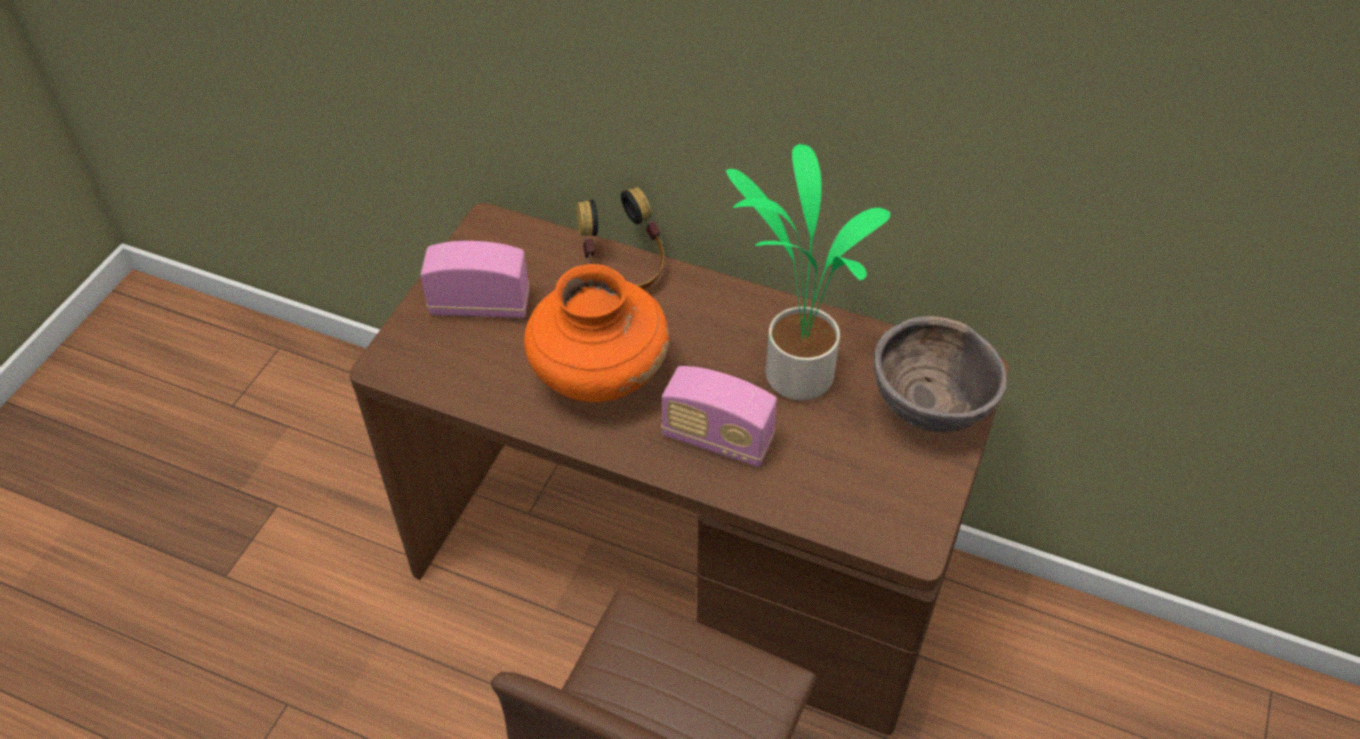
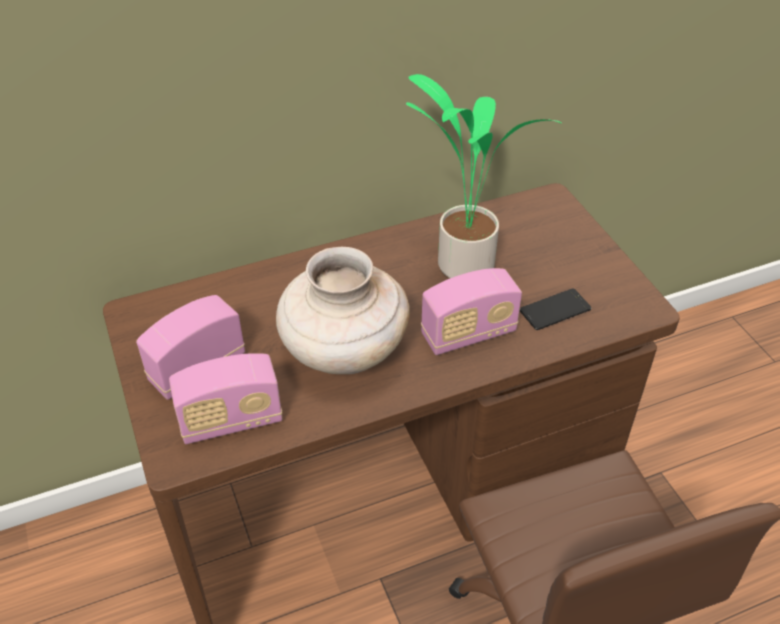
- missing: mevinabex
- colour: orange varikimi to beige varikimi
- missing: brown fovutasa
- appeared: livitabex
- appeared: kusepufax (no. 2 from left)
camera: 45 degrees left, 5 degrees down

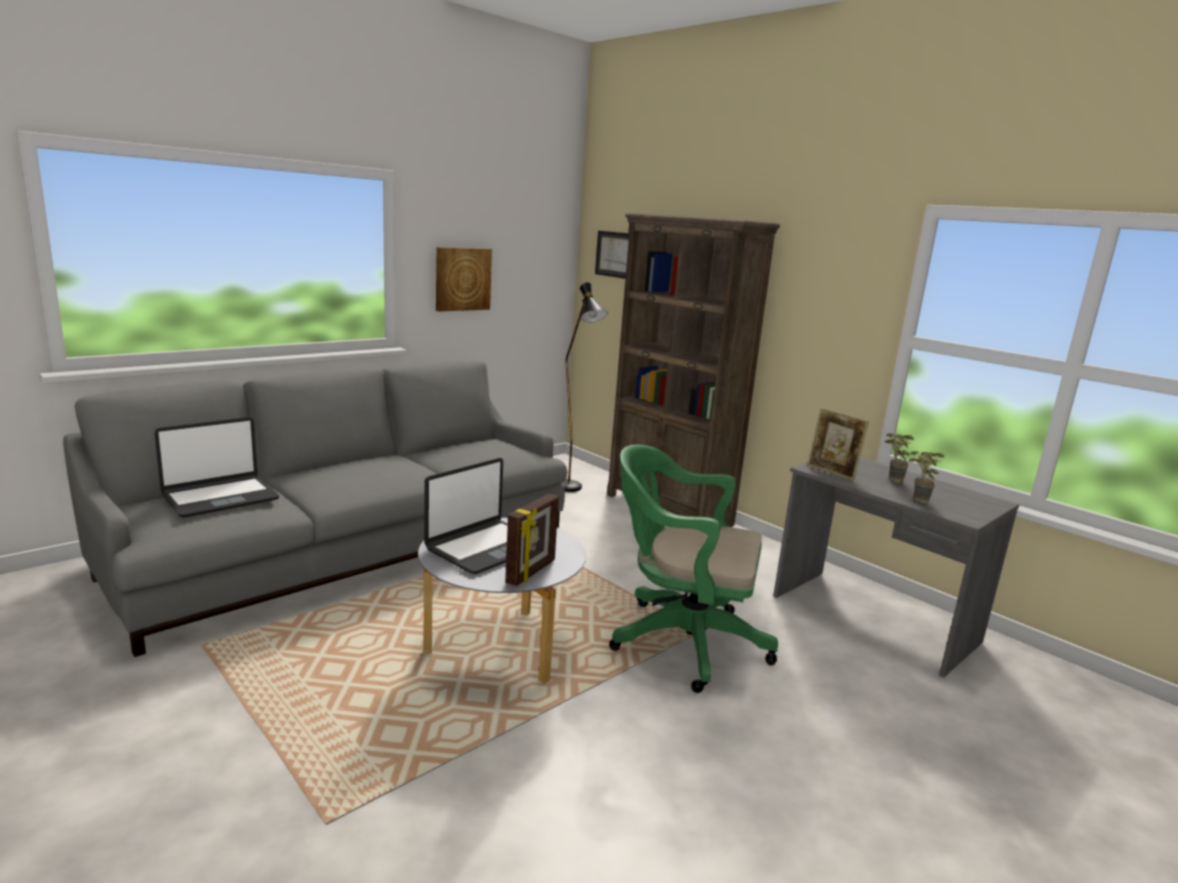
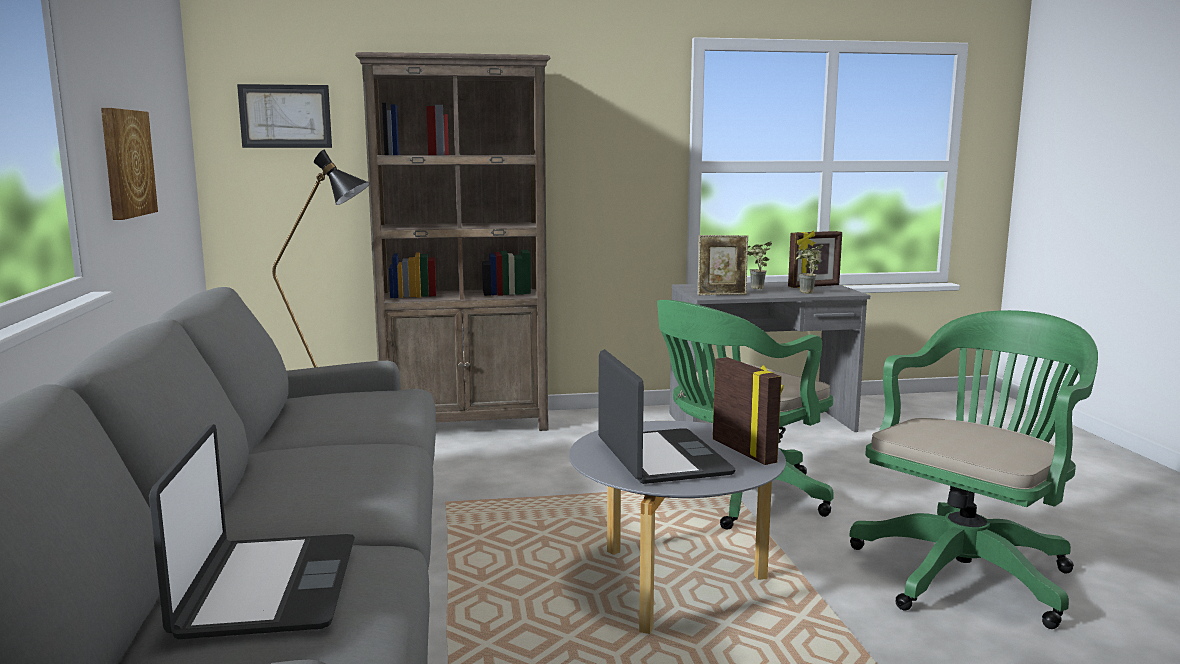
- appeared: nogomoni (no. 3 from left)
- appeared: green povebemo (no. 2 from left)
camera: 55 degrees left, 5 degrees down

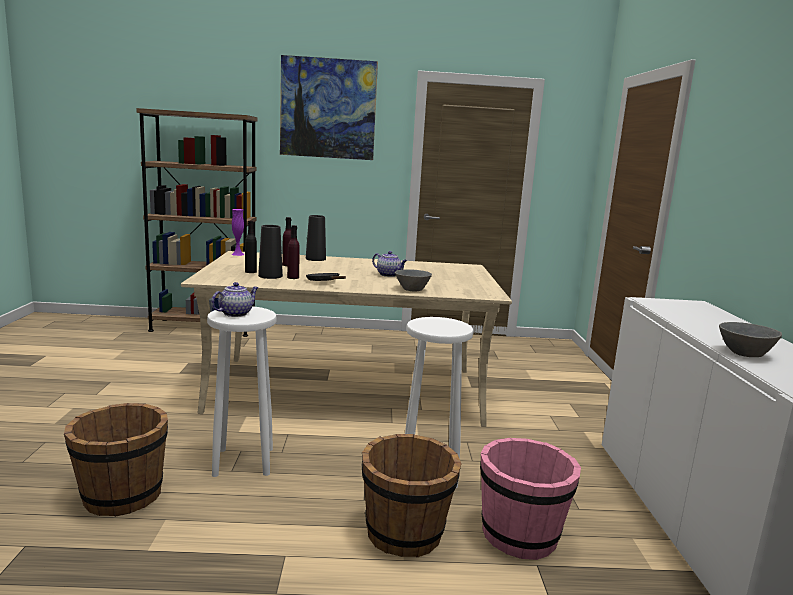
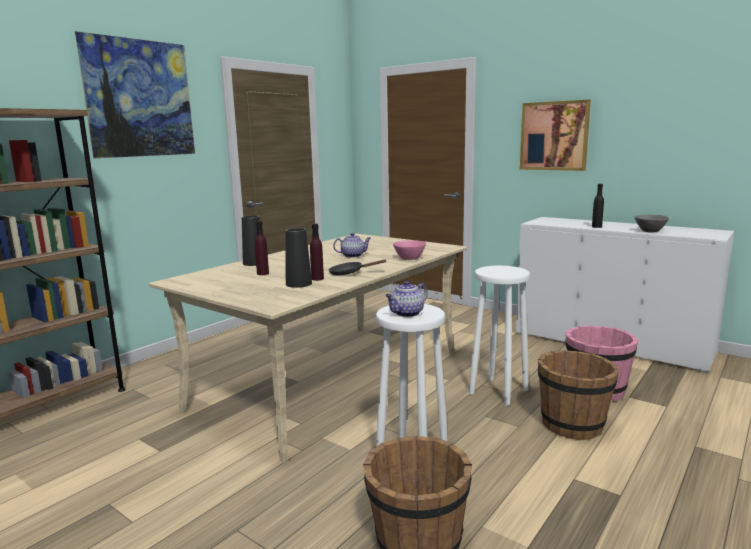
- missing: purple varikimi
- relocated: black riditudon
- colour: grey fovutasa (no. 1 from left) to pink fovutasa
- spun: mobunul (no. 1 from left in the first image) 120 degrees counterclockwise
- appeared: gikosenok (no. 2 from left)
camera: 50 degrees left, 0 degrees up

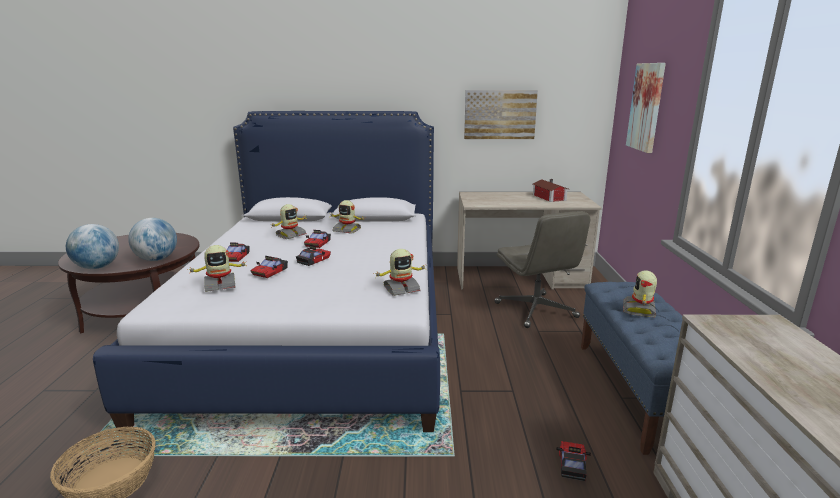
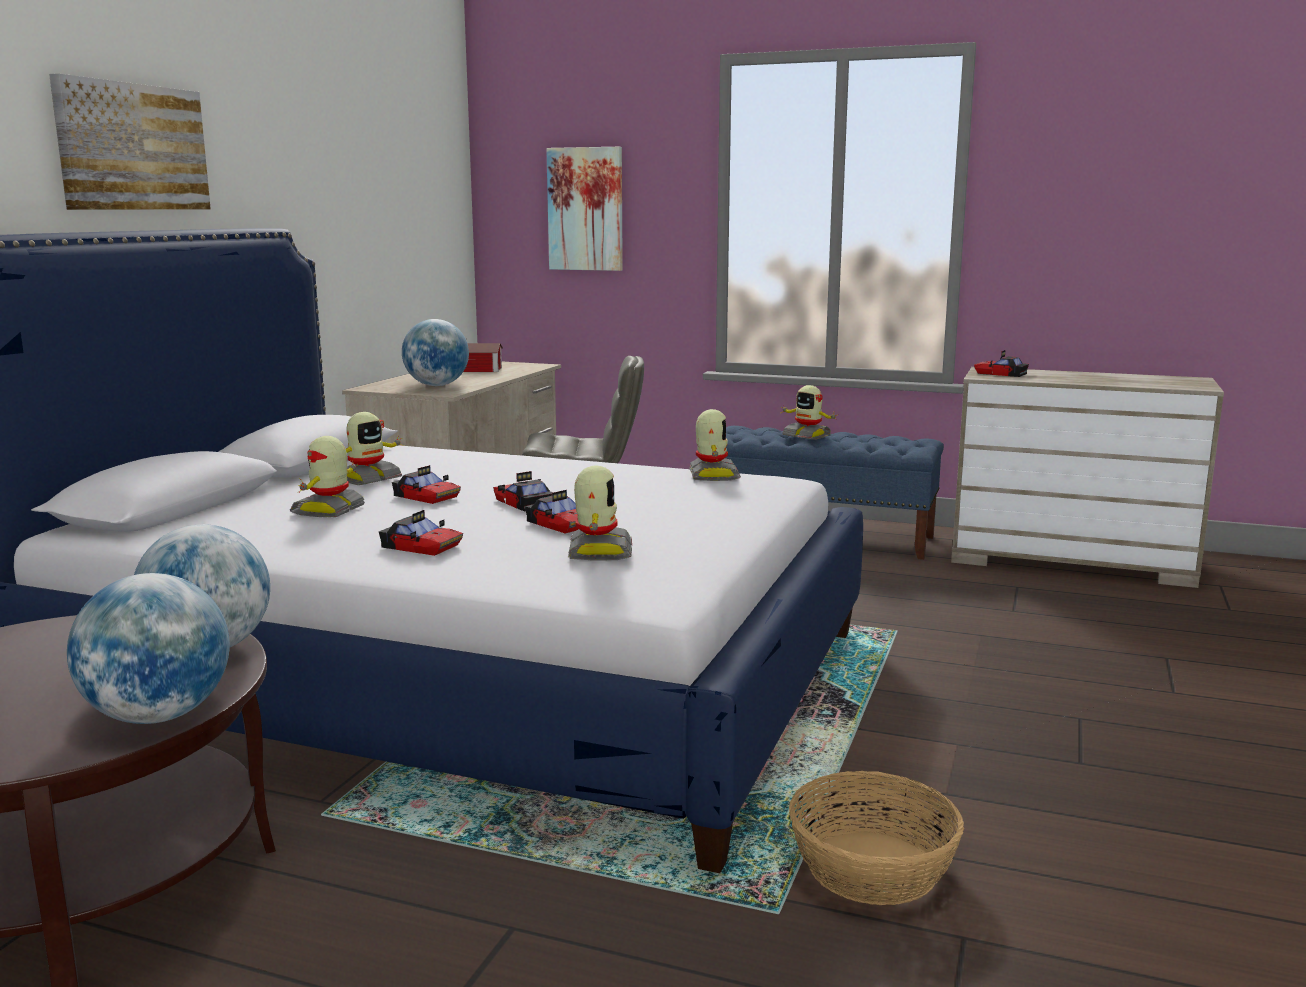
- relocated: gikosenok (no. 1 from left)
- spun: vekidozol (no. 2 from left in the first image) 135 degrees counterclockwise
- relocated: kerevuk (no. 5 from left)
- appeared: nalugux (no. 3 from left)
camera: 70 degrees left, 5 degrees down

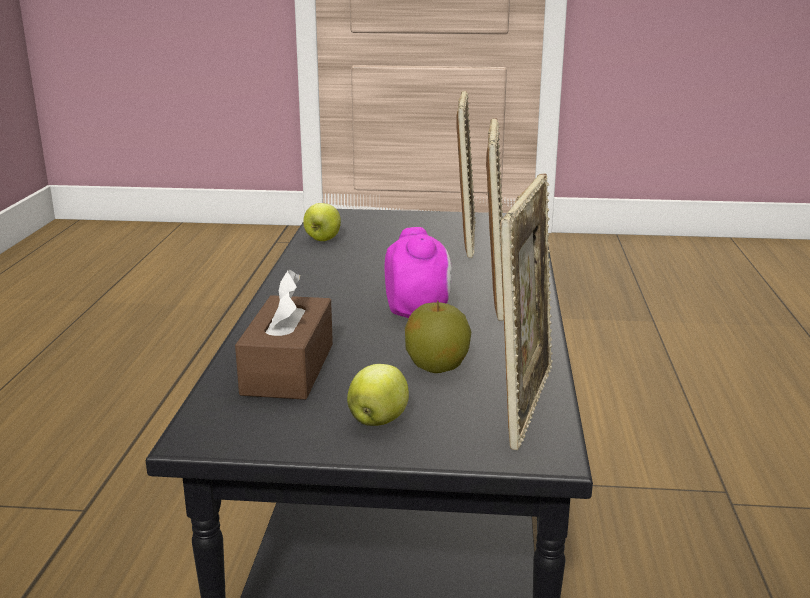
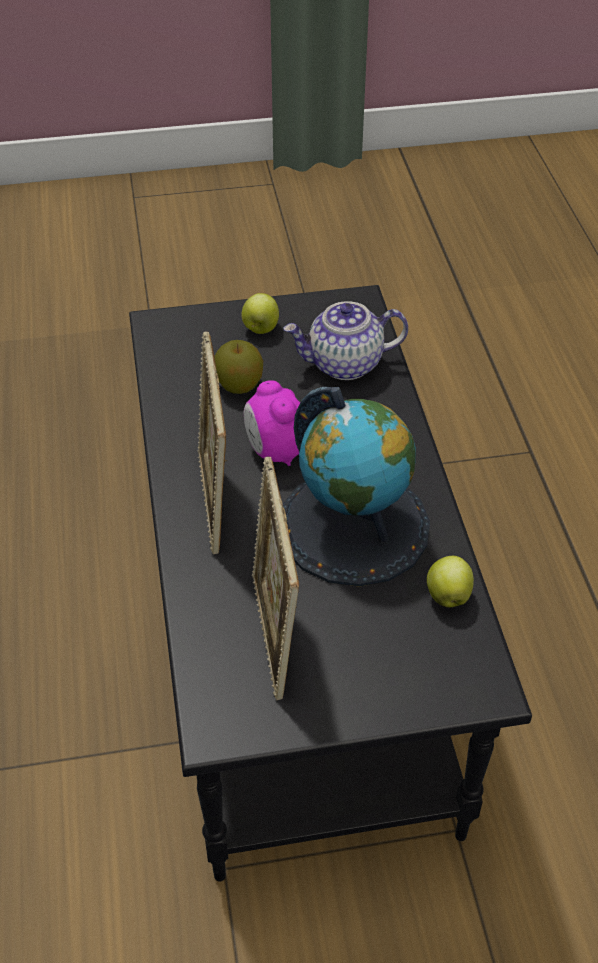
- missing: nogomoni (no. 3 from left)
- exchanged: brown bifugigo to mobunul
- appeared: nalugux
camera: 165 degrees right, 25 degrees up

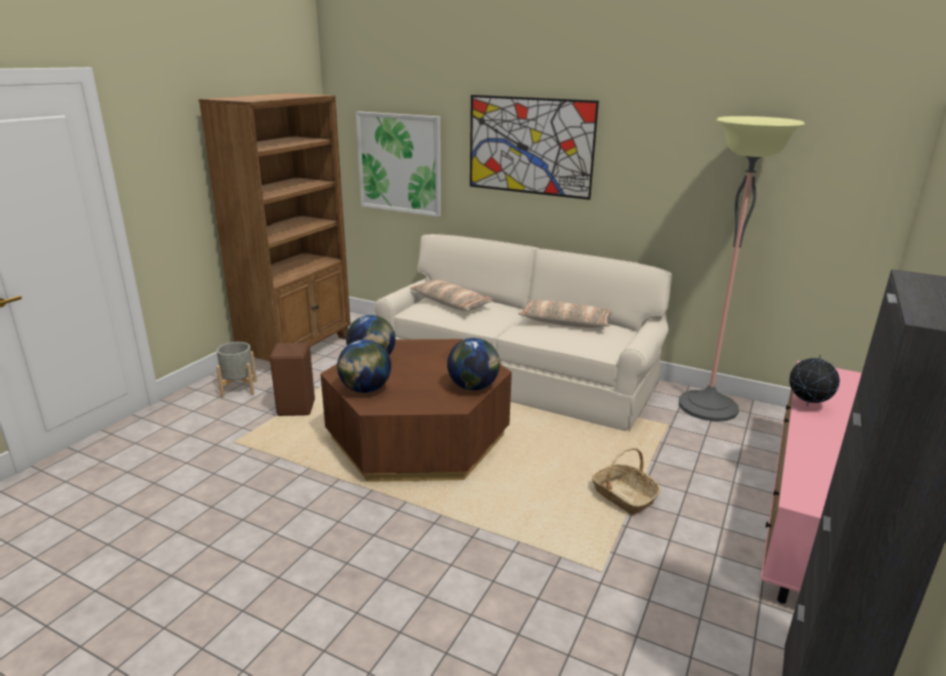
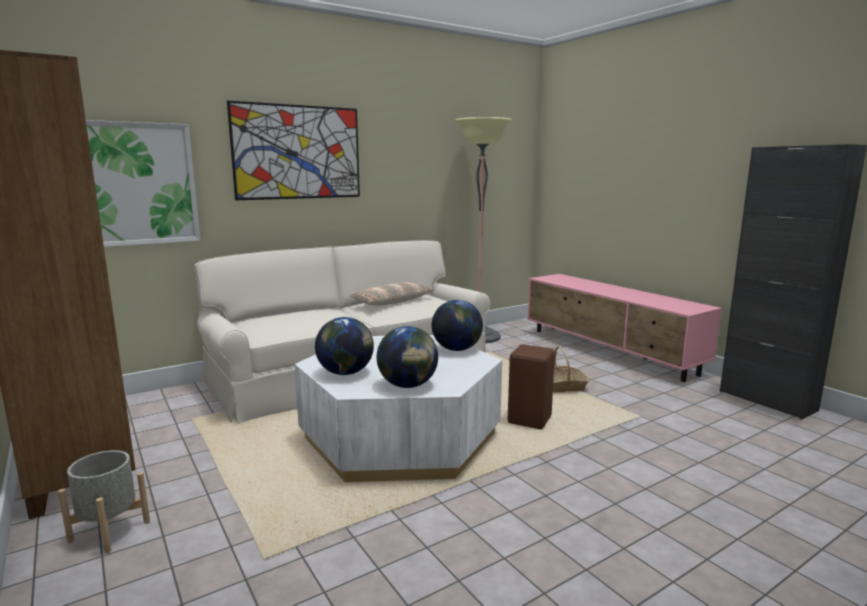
- missing: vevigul (no. 1 from left)
- colour: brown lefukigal to white lefukigal
- relocated: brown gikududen
- missing: nalugux (no. 4 from left)
camera: 60 degrees left, 10 degrees down

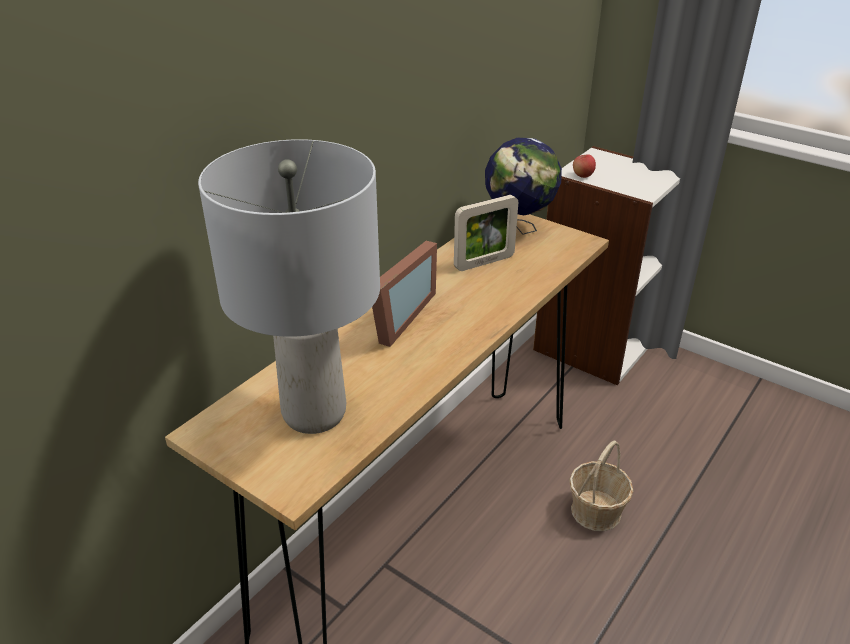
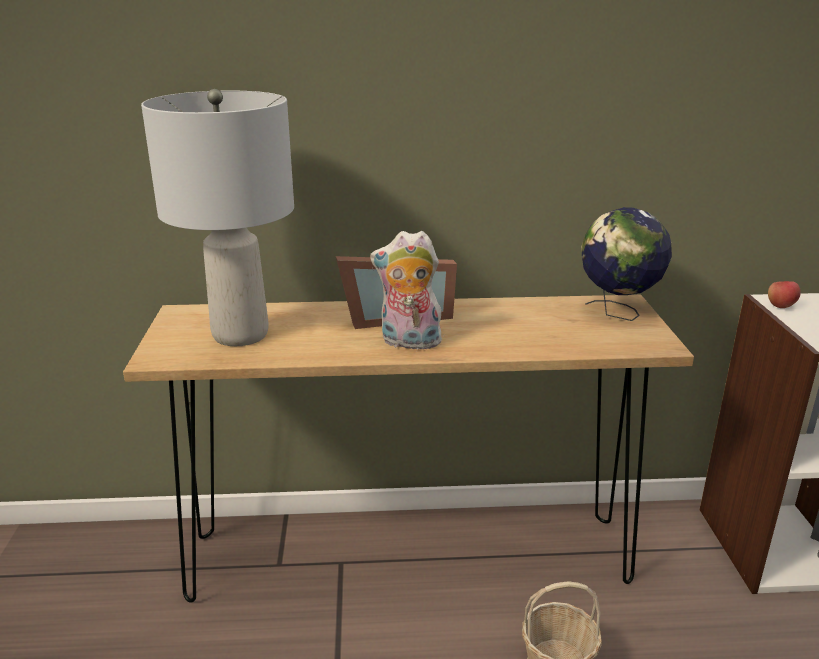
- missing: nogomoni (no. 2 from left)
- appeared: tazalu
camera: 50 degrees right, 10 degrees down

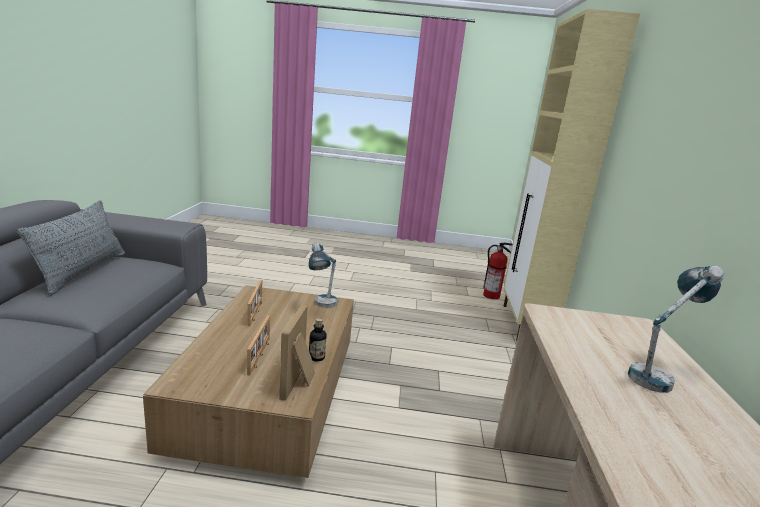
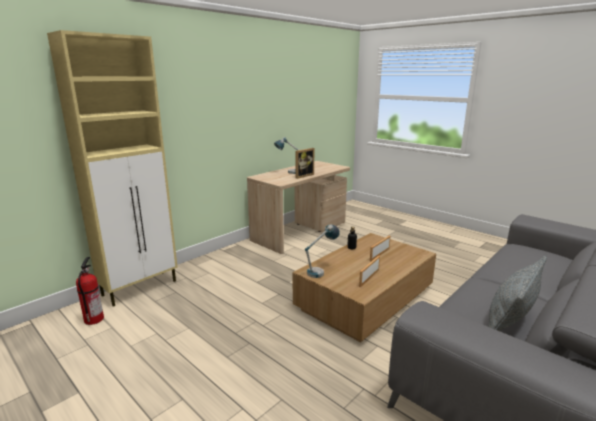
- relocated: nogomoni (no. 3 from left in the first image) to nogomoni (no. 1 from left)
camera: 140 degrees left, 0 degrees up

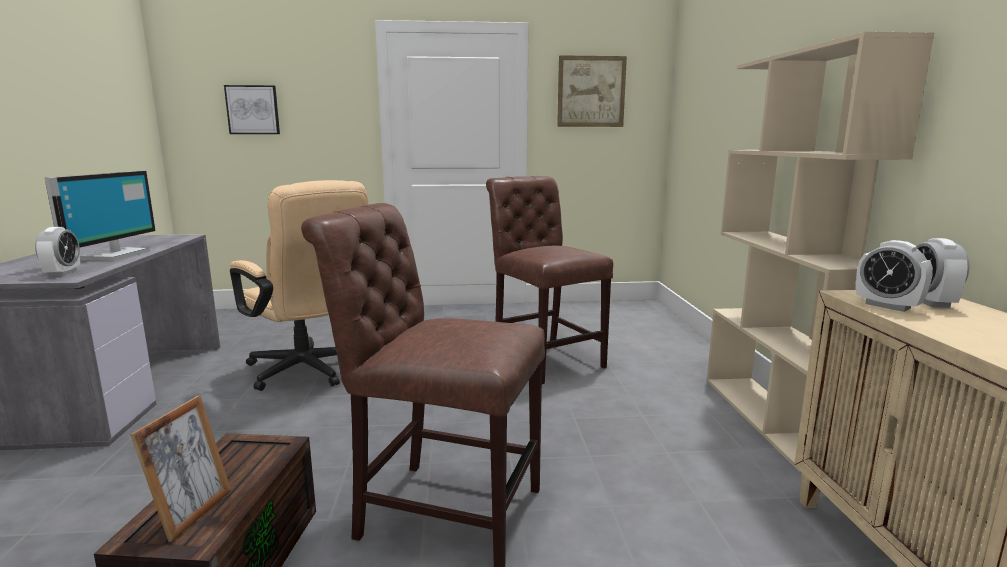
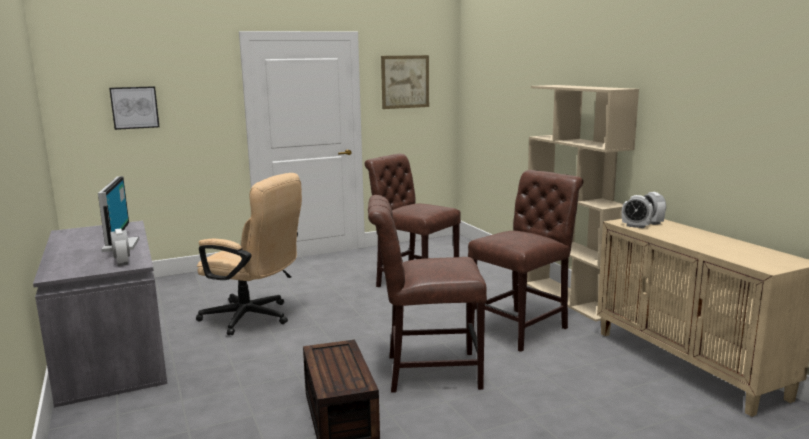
- missing: nogomoni
- appeared: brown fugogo (no. 3 from left)
camera: 20 degrees left, 0 degrees up

